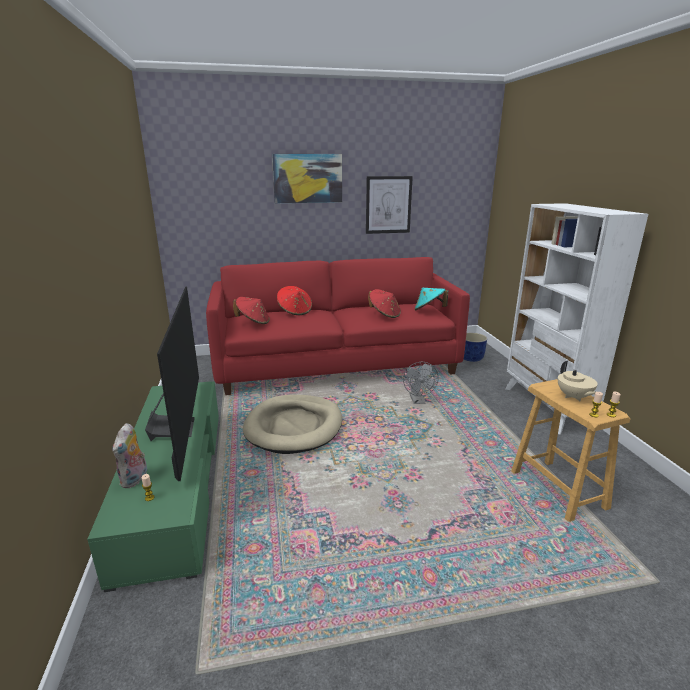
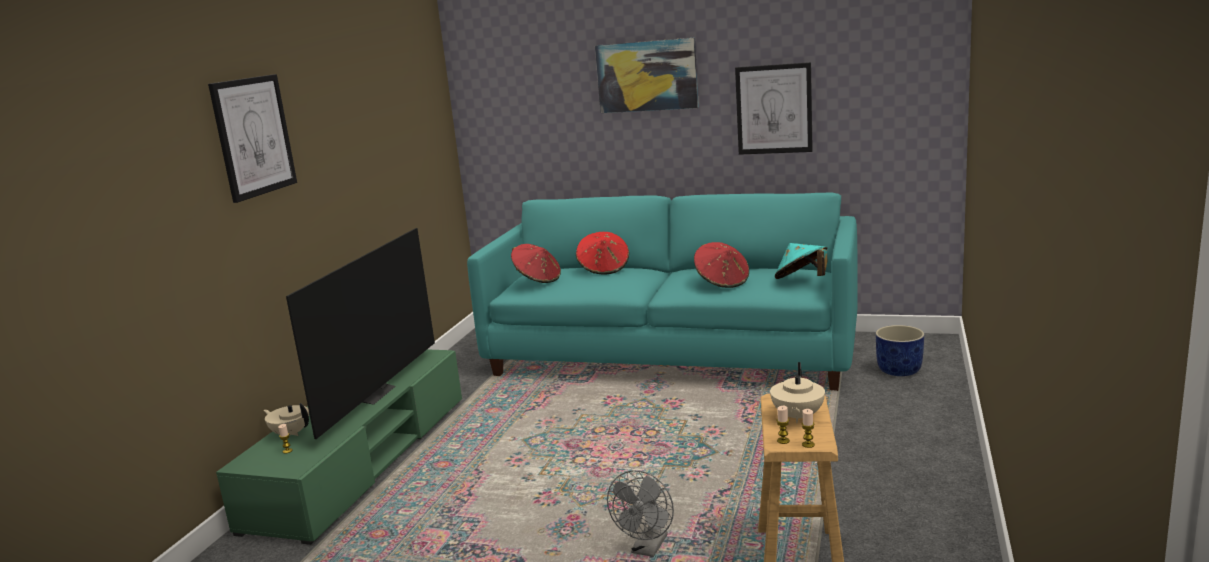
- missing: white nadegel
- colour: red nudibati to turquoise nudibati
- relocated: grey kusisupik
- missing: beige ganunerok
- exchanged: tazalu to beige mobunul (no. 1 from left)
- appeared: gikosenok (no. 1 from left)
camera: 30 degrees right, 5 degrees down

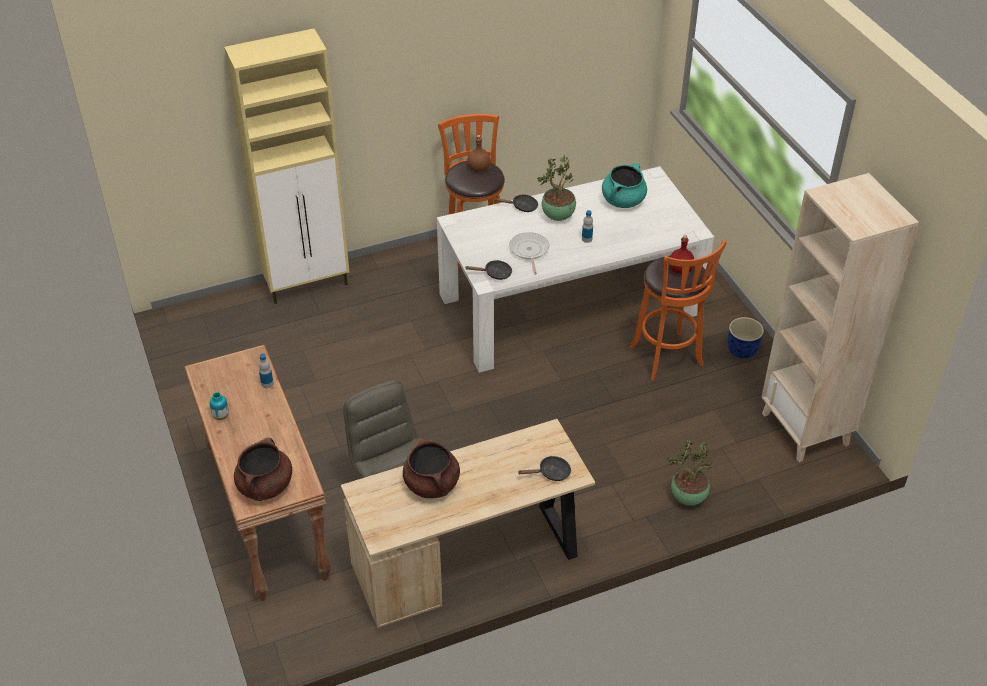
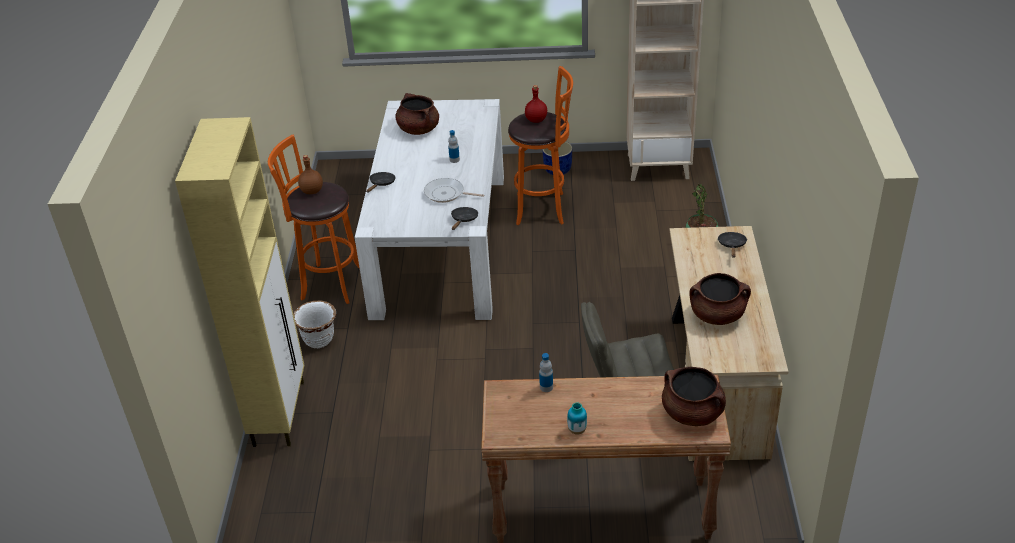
- missing: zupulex (no. 1 from left)
- colour: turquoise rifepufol to brown rifepufol (no. 1 from left)
- appeared: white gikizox
camera: 65 degrees left, 5 degrees down

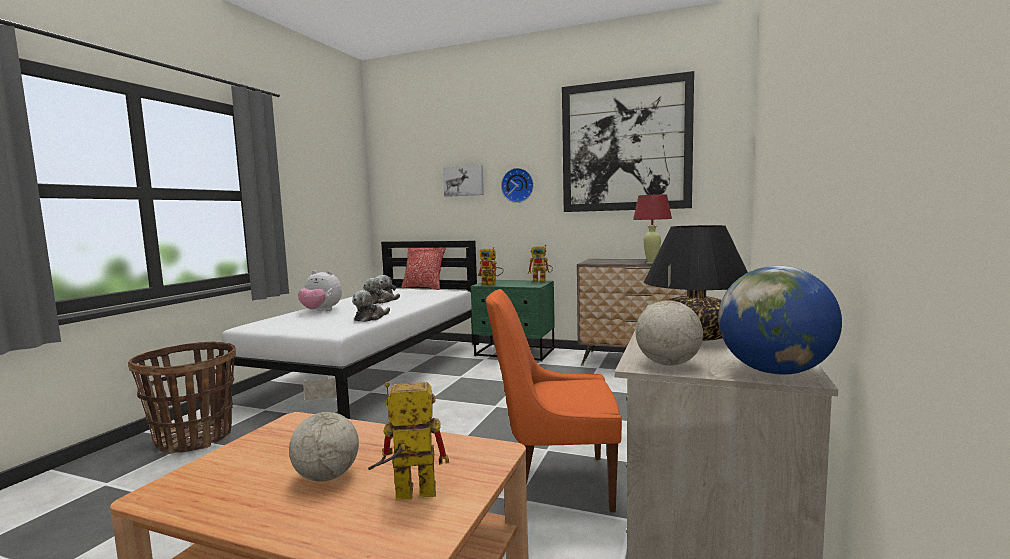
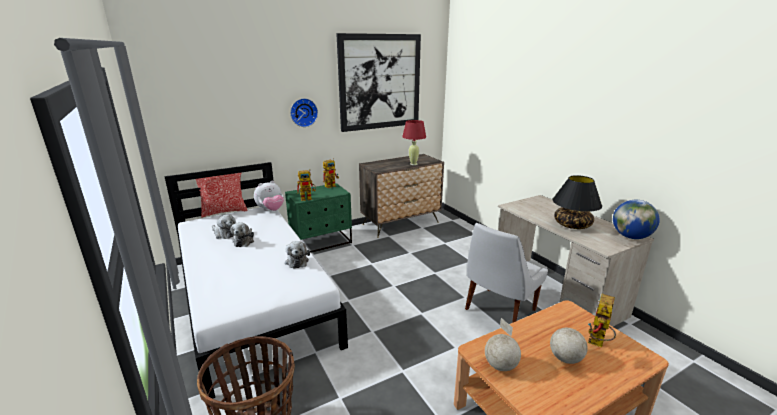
- missing: gikosenok (no. 1 from left)
- relocated: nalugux (no. 2 from left in the first image) to nalugux (no. 1 from left)
- relocated: tazalu (no. 1 from left in the first image) to tazalu (no. 3 from left)
- colour: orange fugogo to white fugogo
camera: 50 degrees left, 15 degrees up

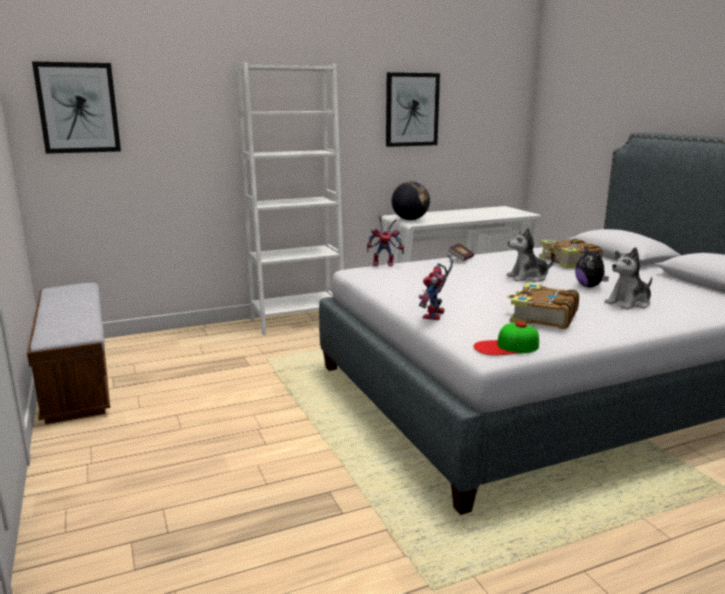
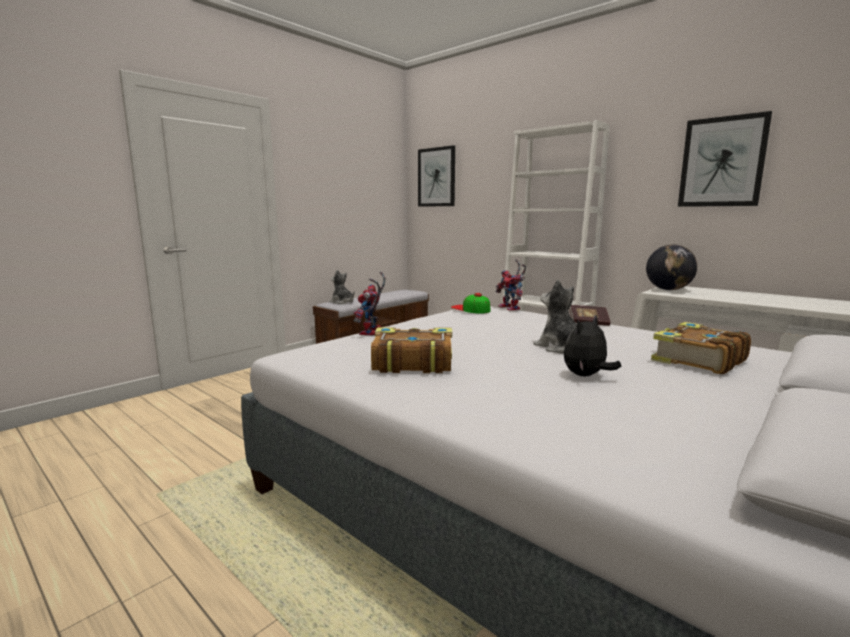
- relocated: tazalu (no. 3 from left in the first image) to tazalu (no. 1 from left)
- spun: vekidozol (no. 2 from left in the first image) 75 degrees counterclockwise
- relocated: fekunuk
camera: 65 degrees right, 5 degrees down

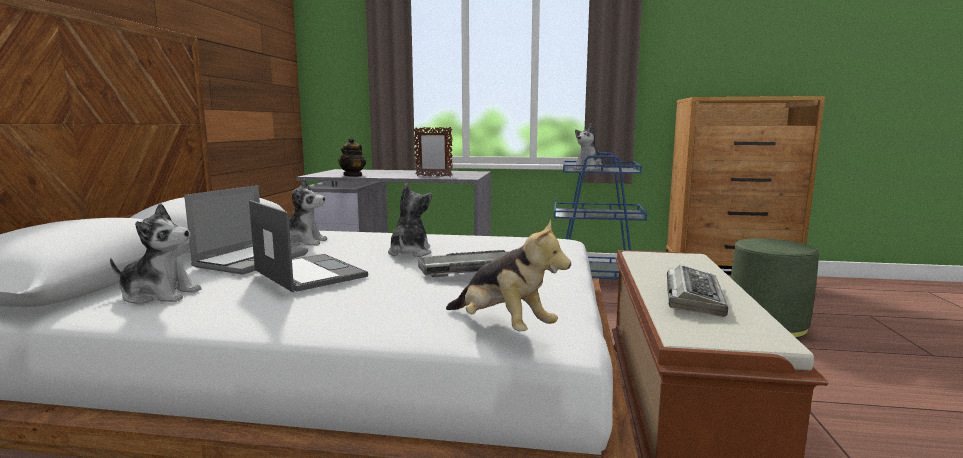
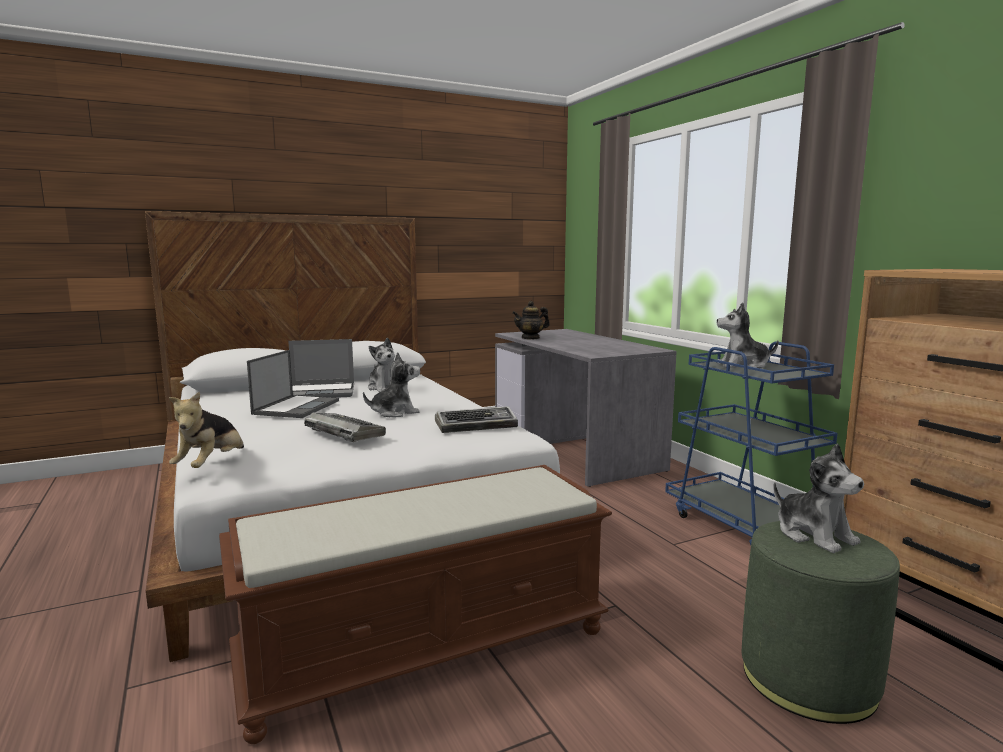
- missing: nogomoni
- relocated: tazalu (no. 1 from left in the first image) to tazalu (no. 5 from left)
- relocated: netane (no. 2 from left)
camera: 55 degrees right, 0 degrees up

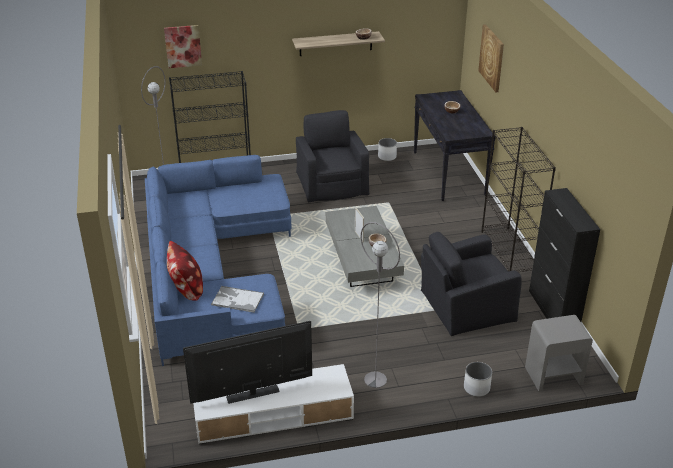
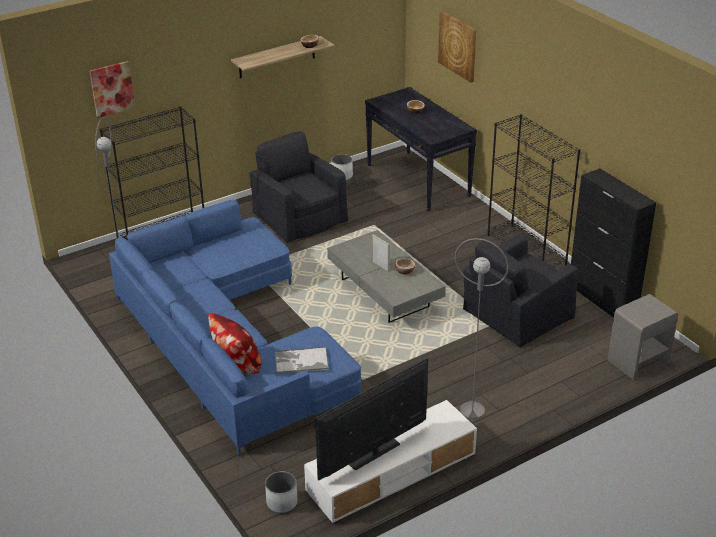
- relocated: white gikizox (no. 2 from left in the first image) to white gikizox (no. 1 from left)
camera: 20 degrees left, 0 degrees up

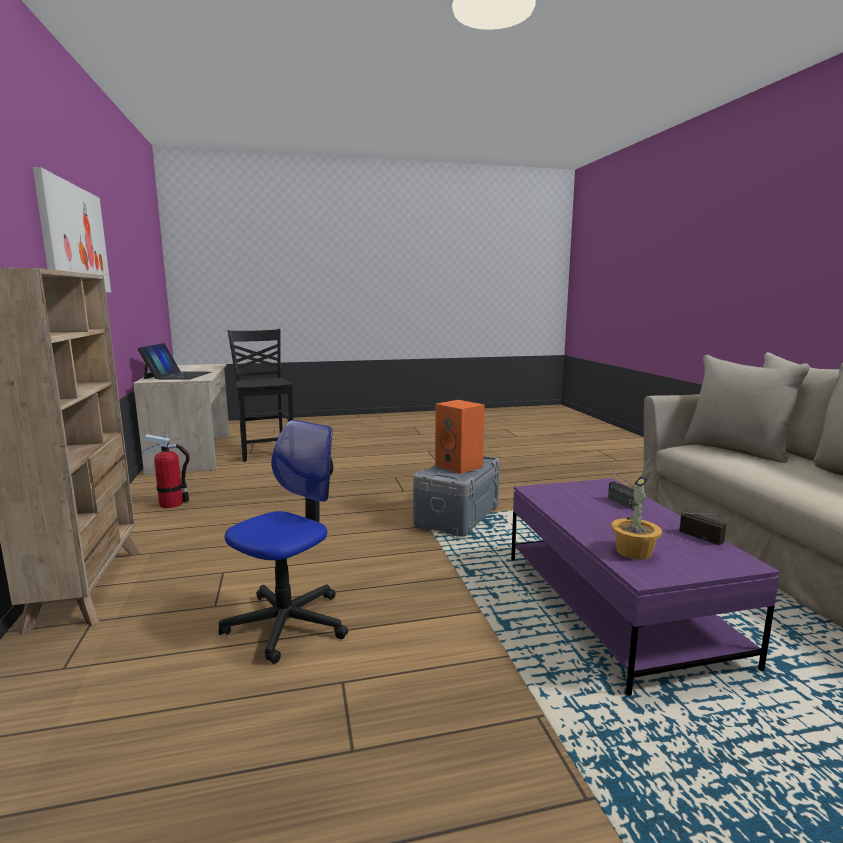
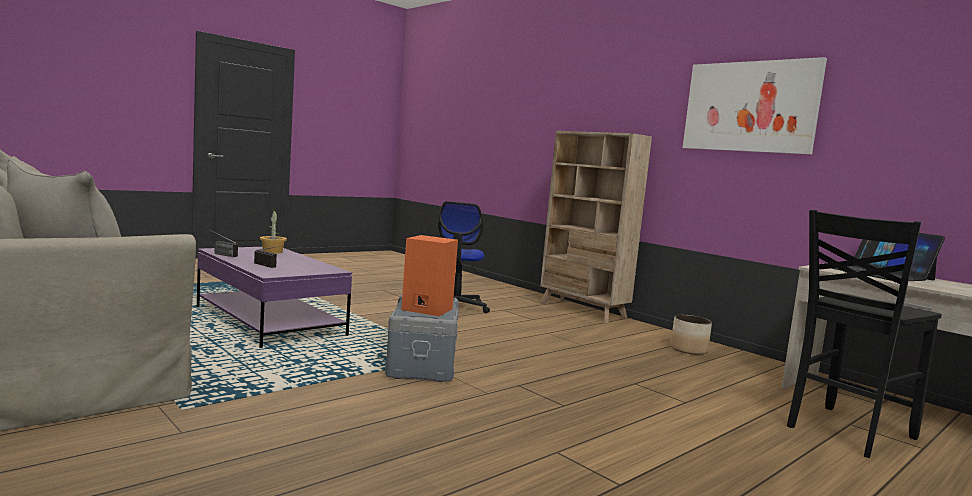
- spun: black fugogo 105 degrees clockwise
- exchanged: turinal to gikizox
camera: 150 degrees right, 5 degrees down

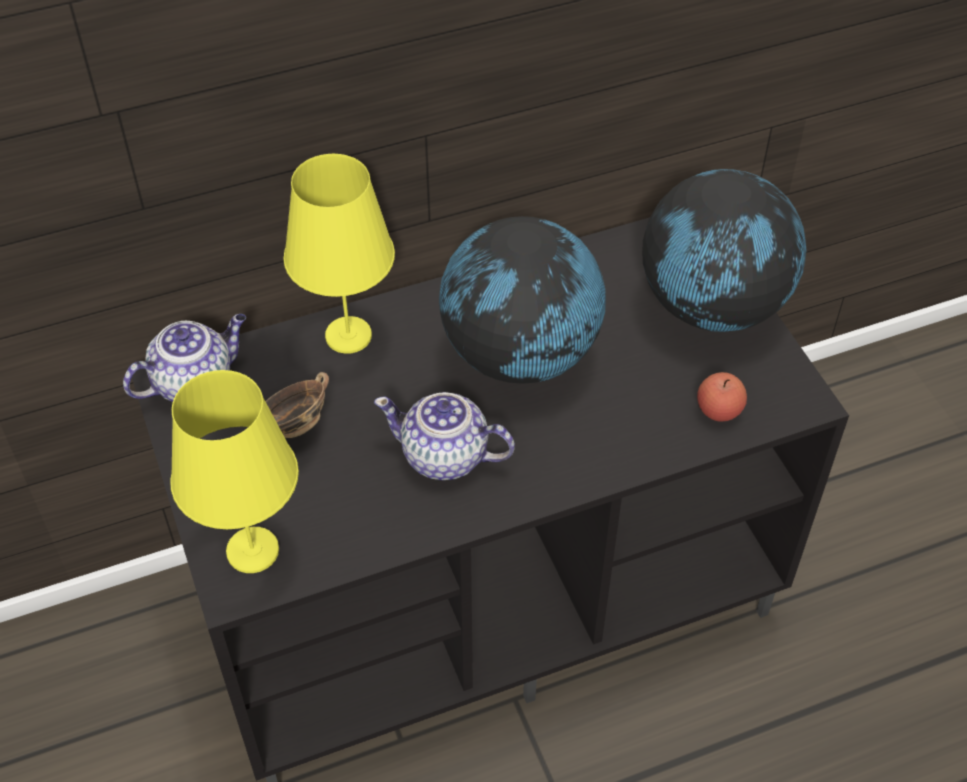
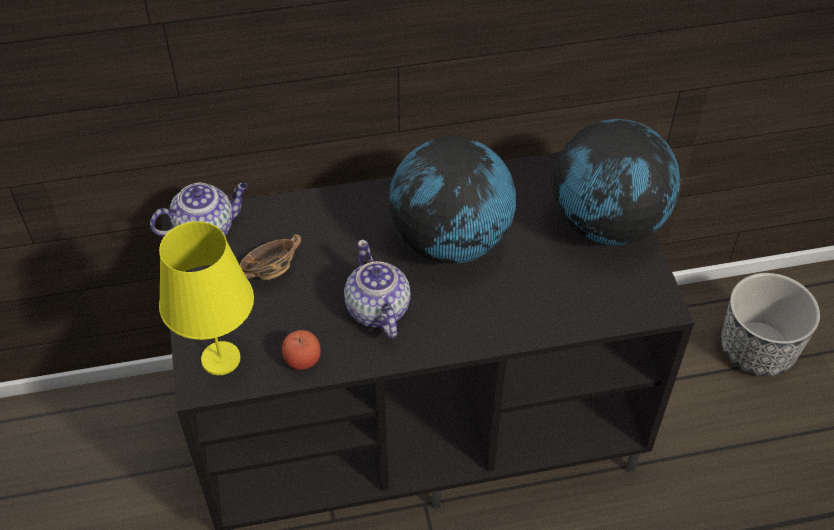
- missing: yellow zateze (no. 2 from left)
- relocated: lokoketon
- spun: mobunul (no. 2 from left) 45 degrees clockwise
- appeared: gikizox
camera: 10 degrees right, 0 degrees up

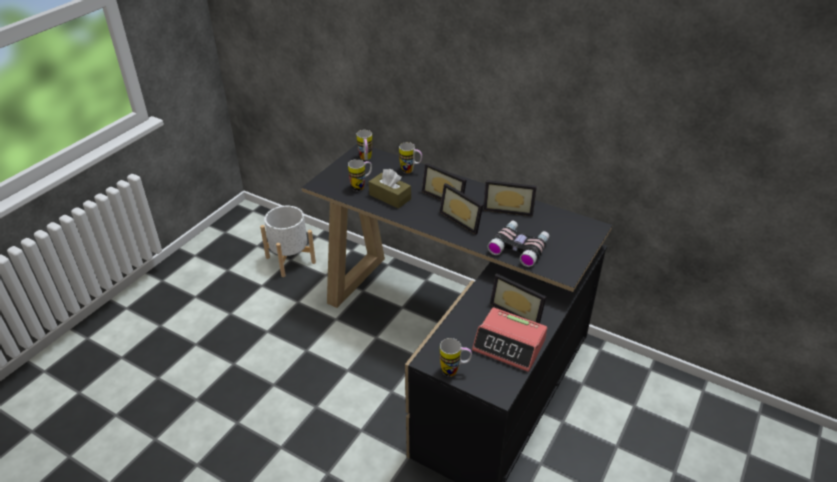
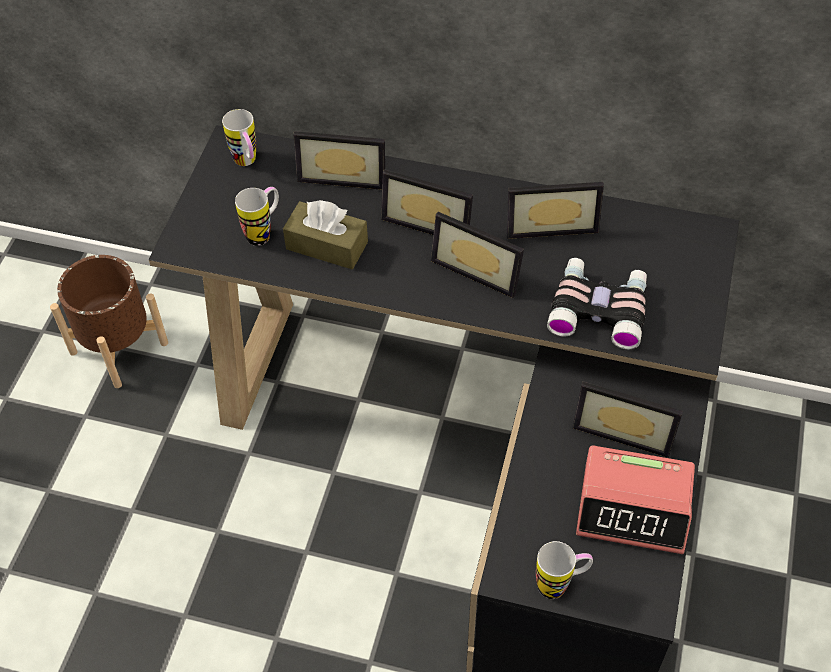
- exchanged: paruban (no. 3 from left) to nogomoni (no. 1 from left)
- colour: white gikizox to brown gikizox
camera: 15 degrees left, 15 degrees up

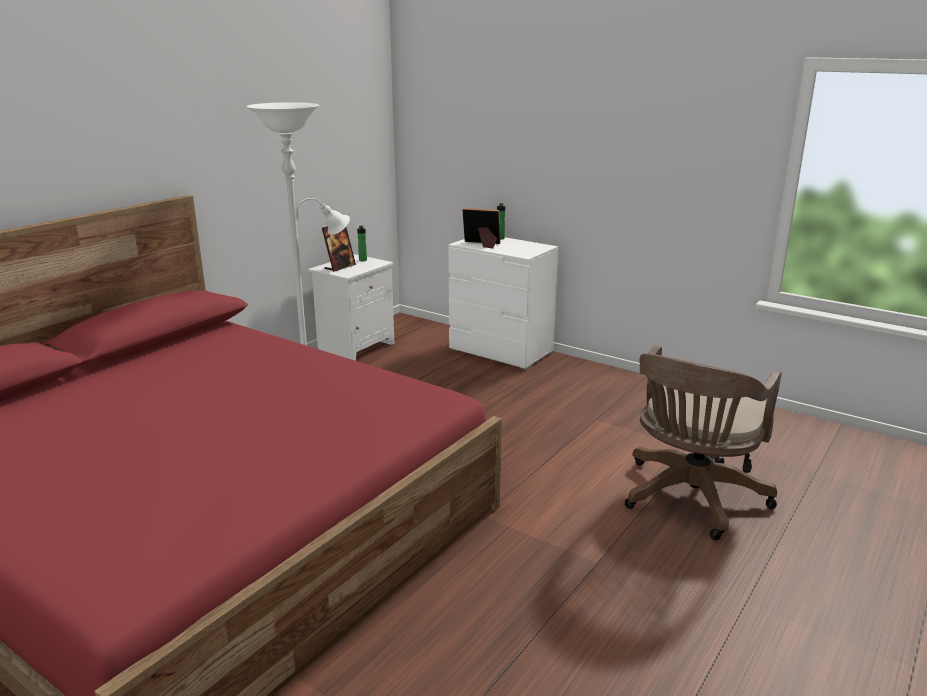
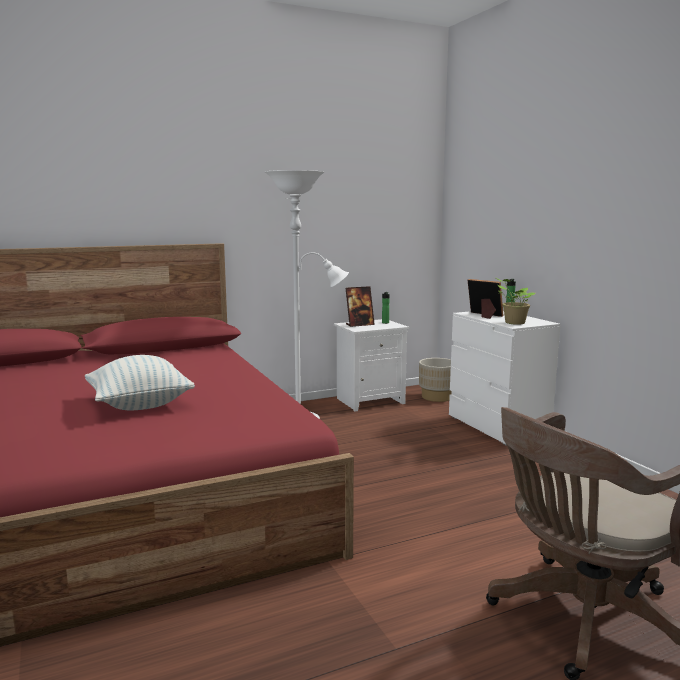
- appeared: zupulex
- appeared: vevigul
- appeared: beige gikizox
camera: 30 degrees right, 10 degrees down

